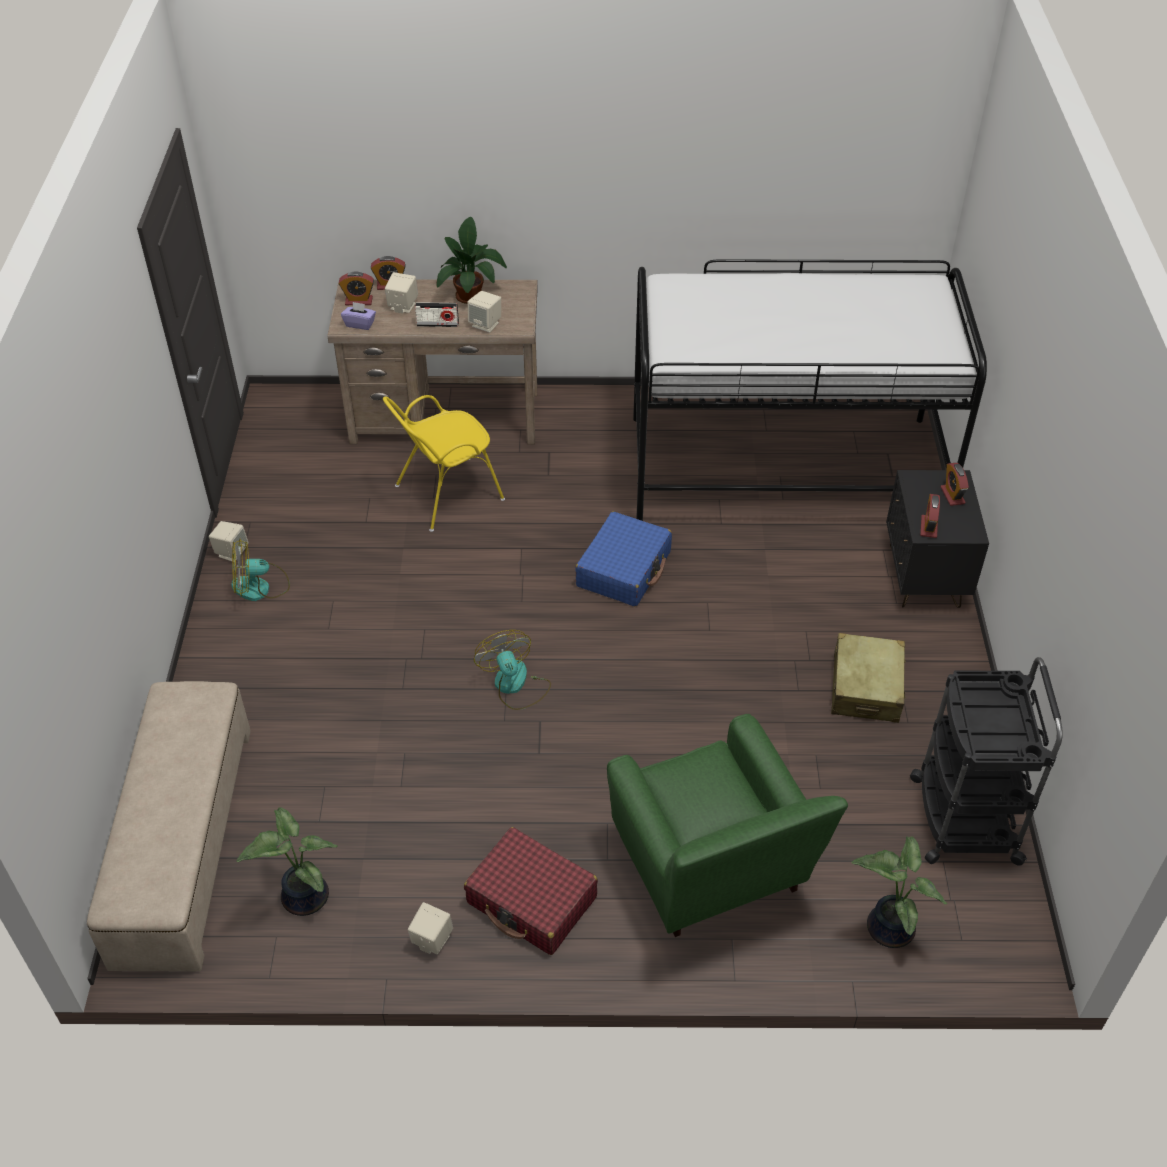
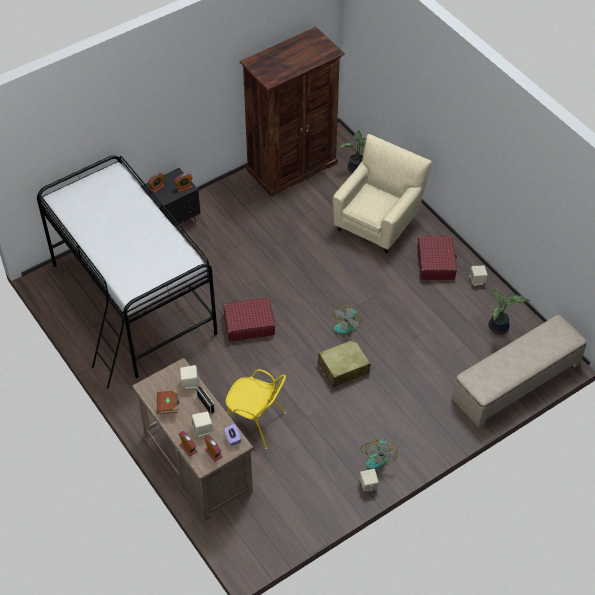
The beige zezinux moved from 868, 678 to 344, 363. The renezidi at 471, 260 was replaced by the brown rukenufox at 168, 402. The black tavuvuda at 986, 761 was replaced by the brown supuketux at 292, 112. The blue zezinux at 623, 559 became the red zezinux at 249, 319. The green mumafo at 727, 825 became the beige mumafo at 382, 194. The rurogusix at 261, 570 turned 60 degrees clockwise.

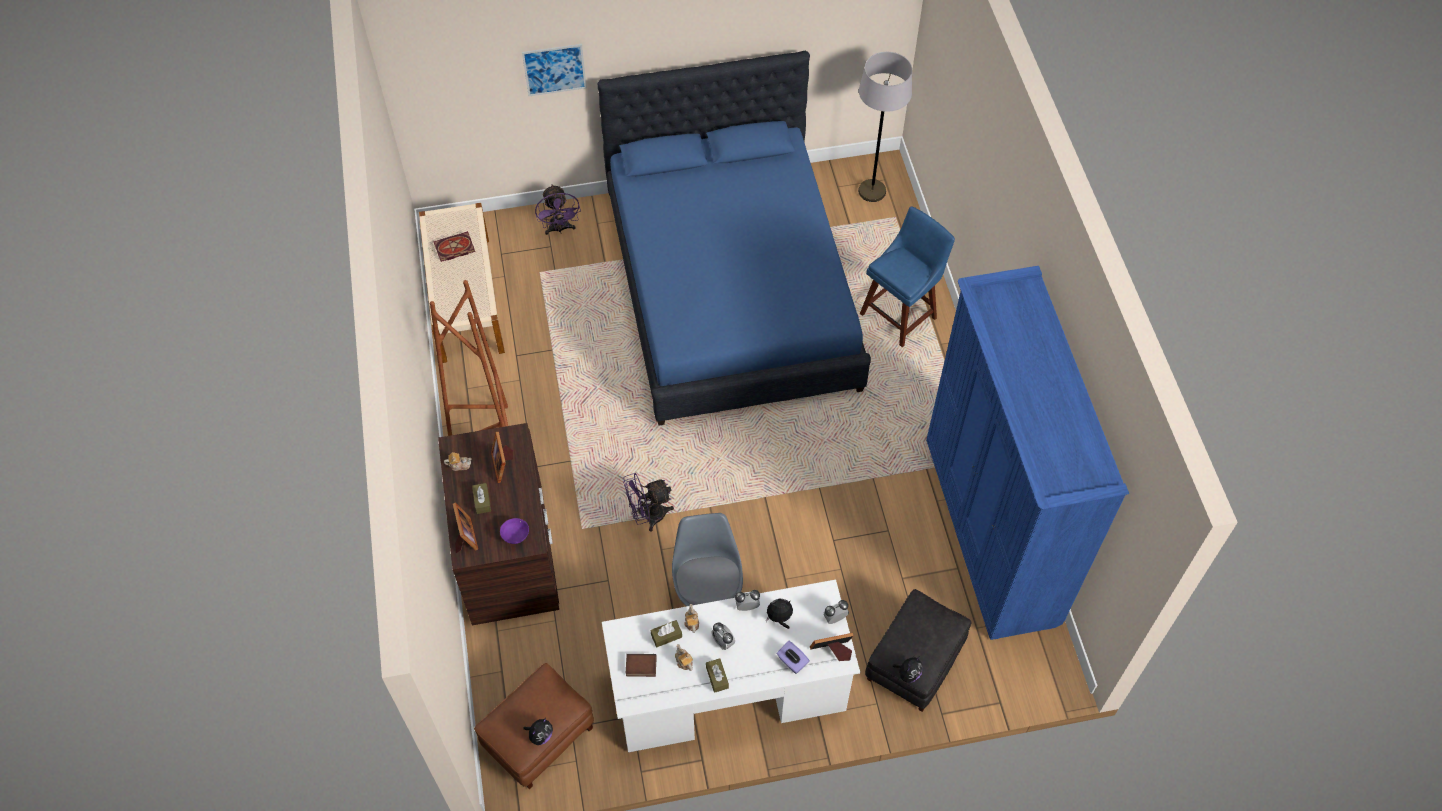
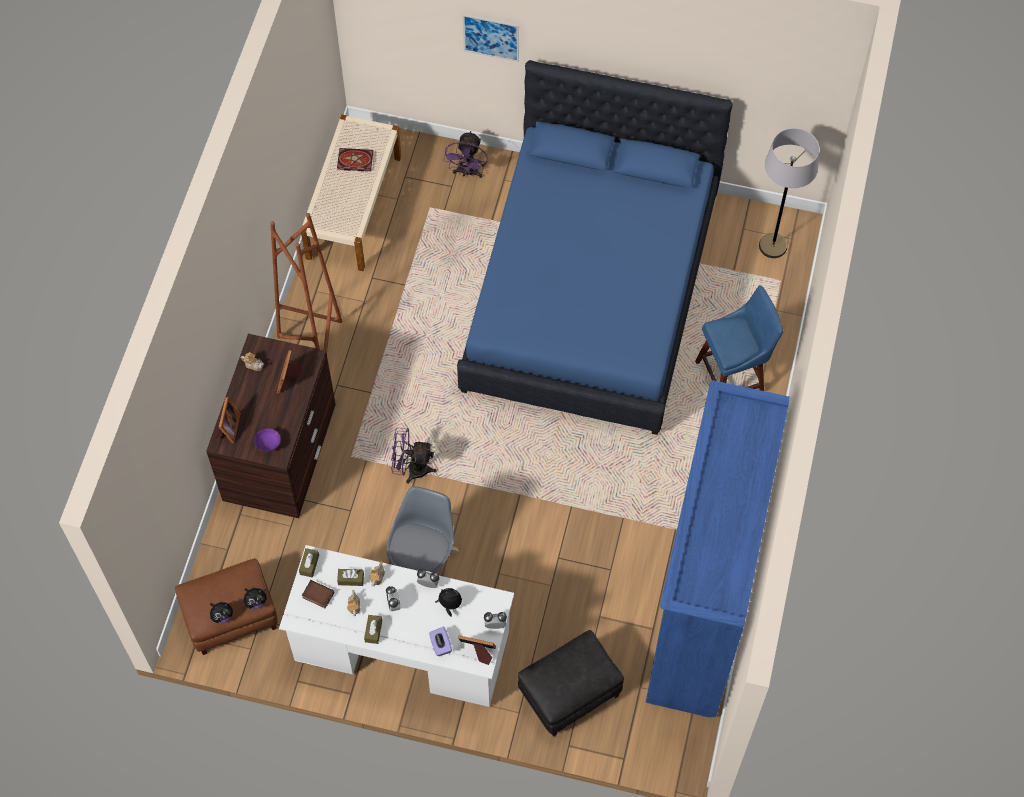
The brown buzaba moved from 481, 498 to 309, 562. The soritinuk moved from 908, 669 to 255, 598.

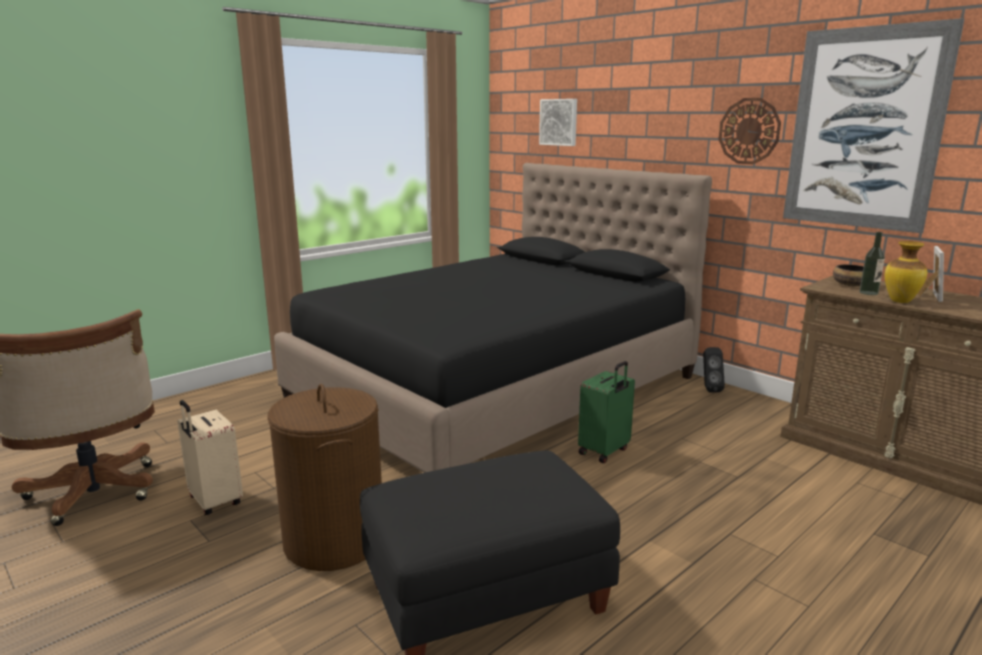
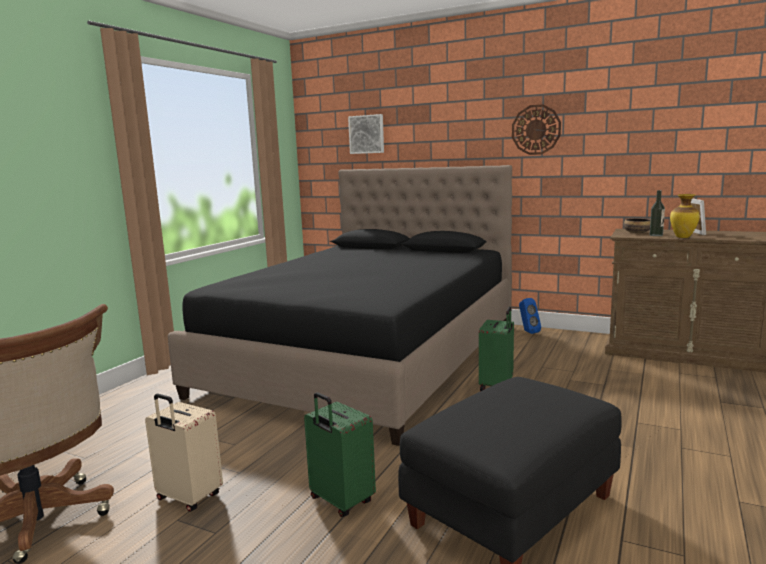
The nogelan at 874, 125 disappeared. The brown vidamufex at 325, 477 was replaced by the green zezinux at 340, 454. The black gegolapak at 714, 369 became the blue gegolapak at 530, 316.

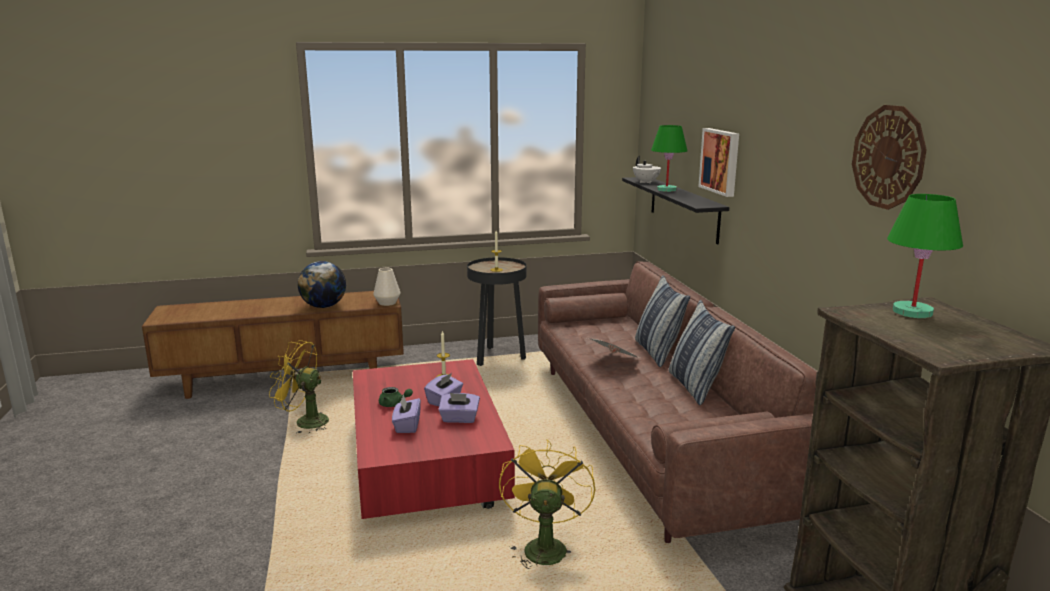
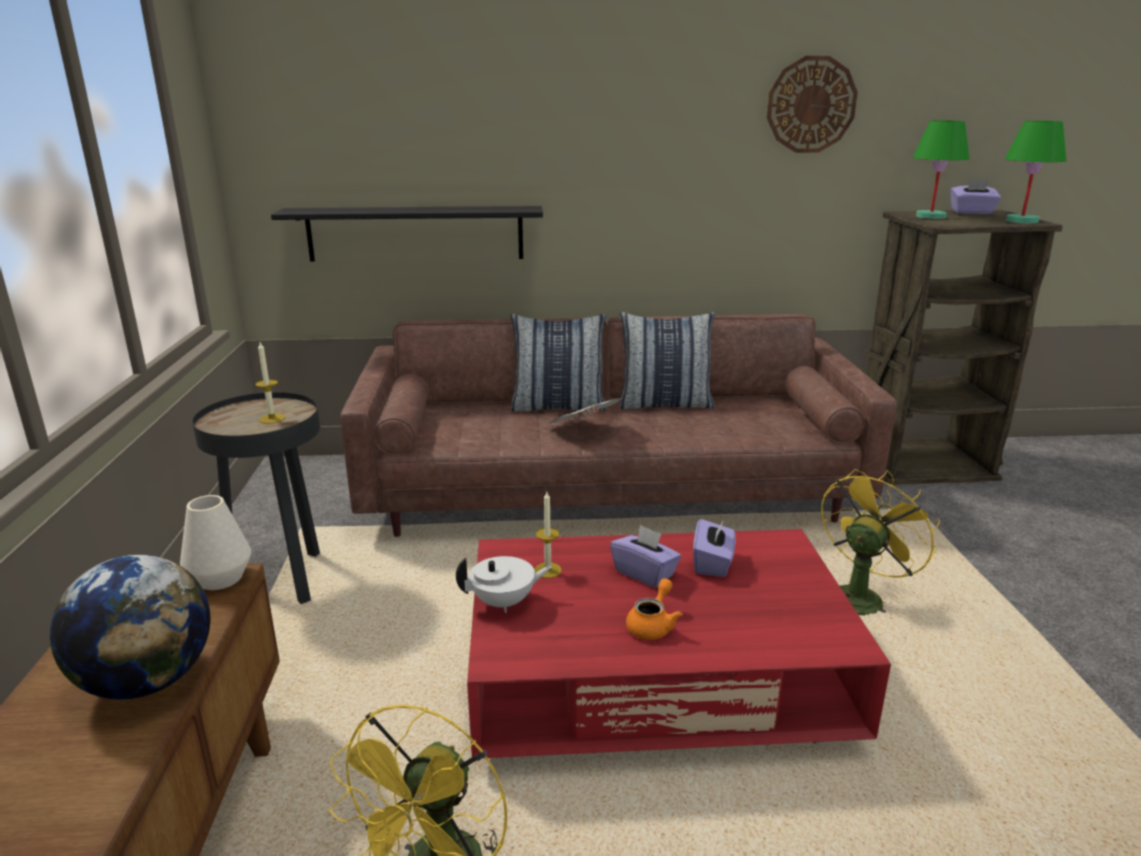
The nogelan at 718, 162 disappeared. The purple buzaba moved from 406, 413 to 975, 196. The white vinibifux moved from 647, 170 to 504, 584. The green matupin moved from 669, 158 to 1036, 172. The green vinibifux at 396, 397 became the orange vinibifux at 654, 609. The yellow rurogusix at 547, 504 turned 120 degrees clockwise.

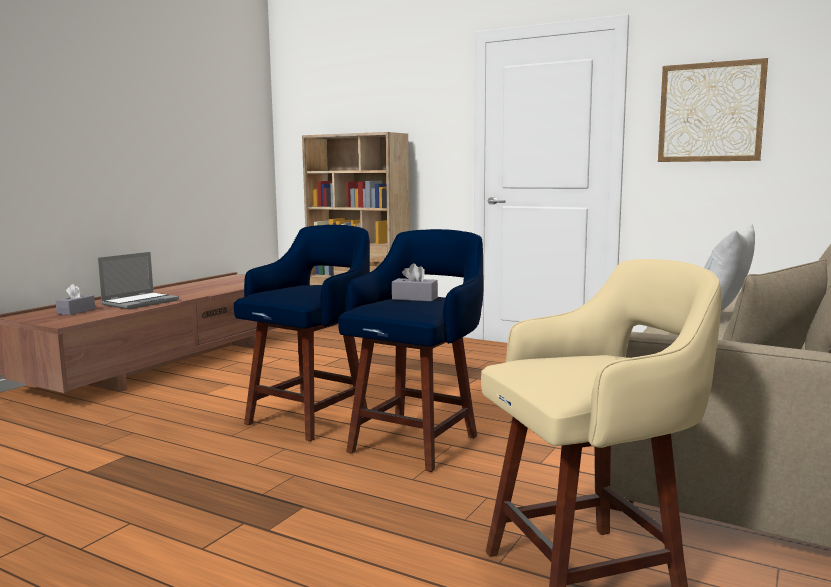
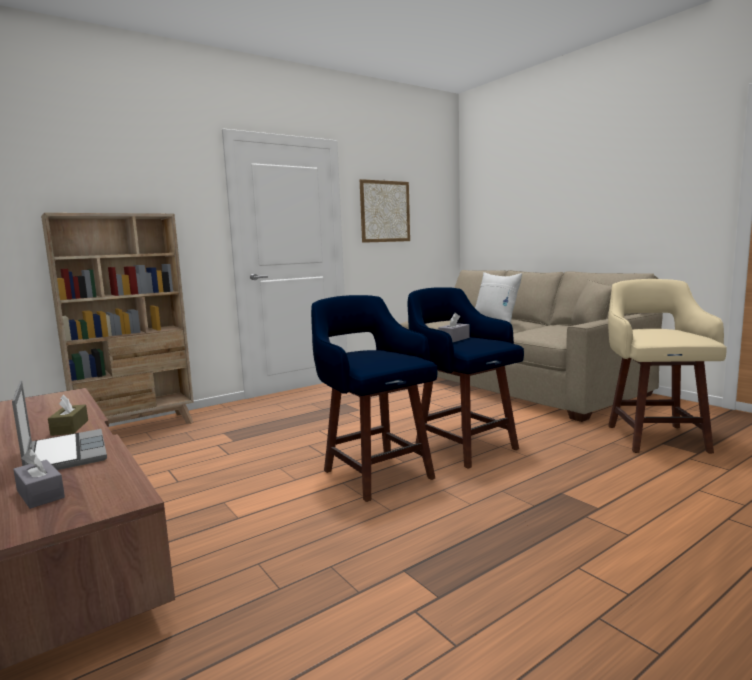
The brown buzaba at 68, 415 appeared.

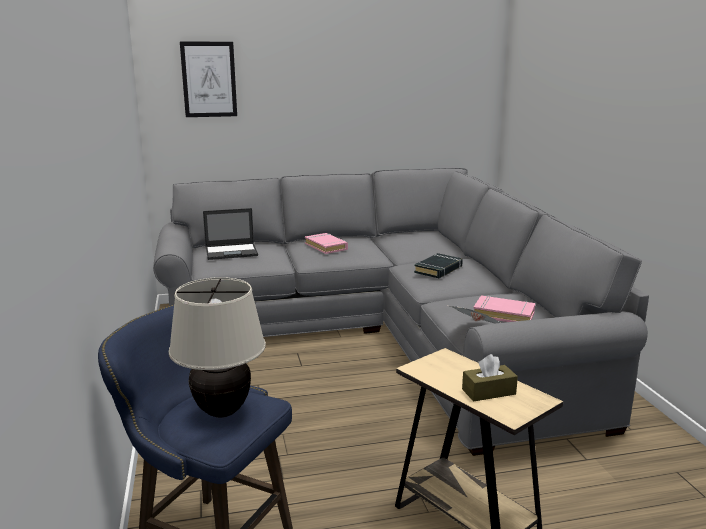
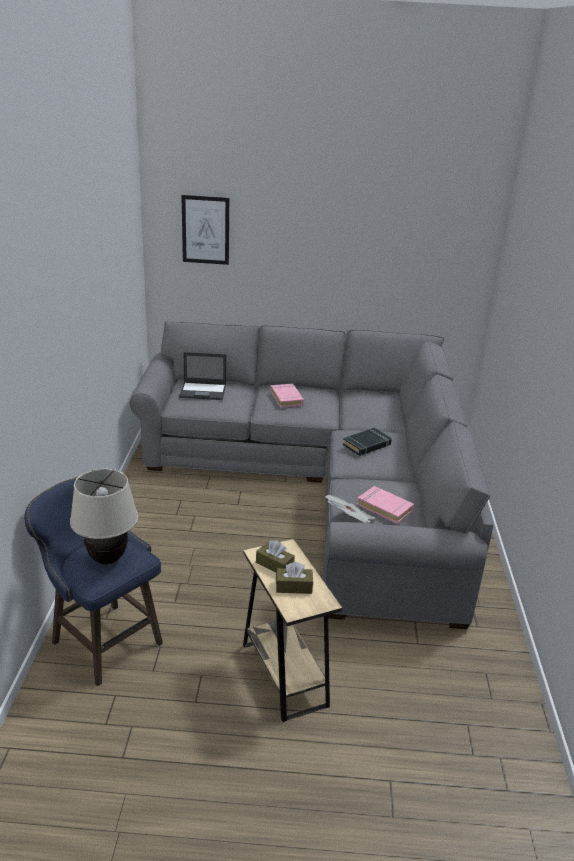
The brown buzaba at 275, 557 appeared.

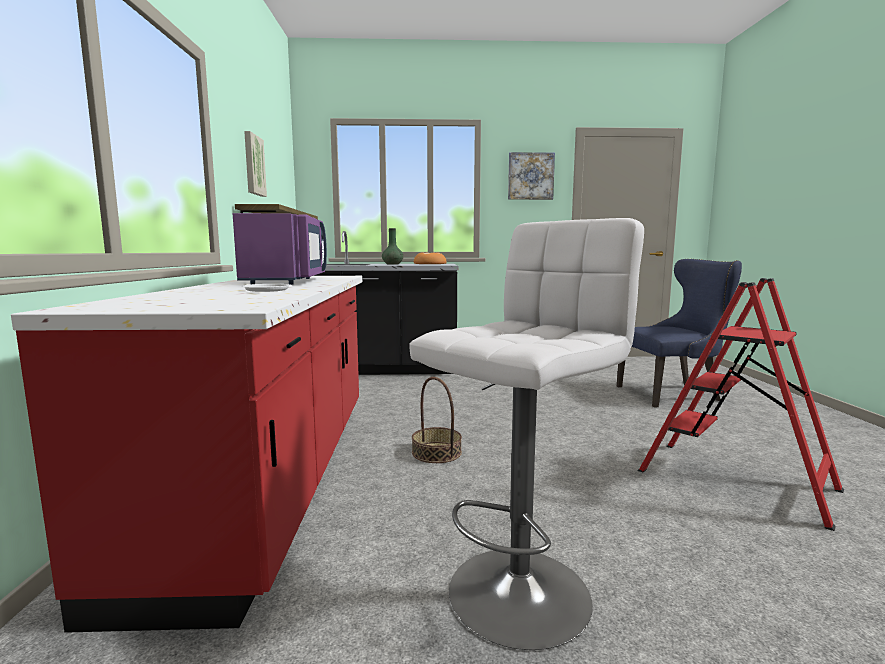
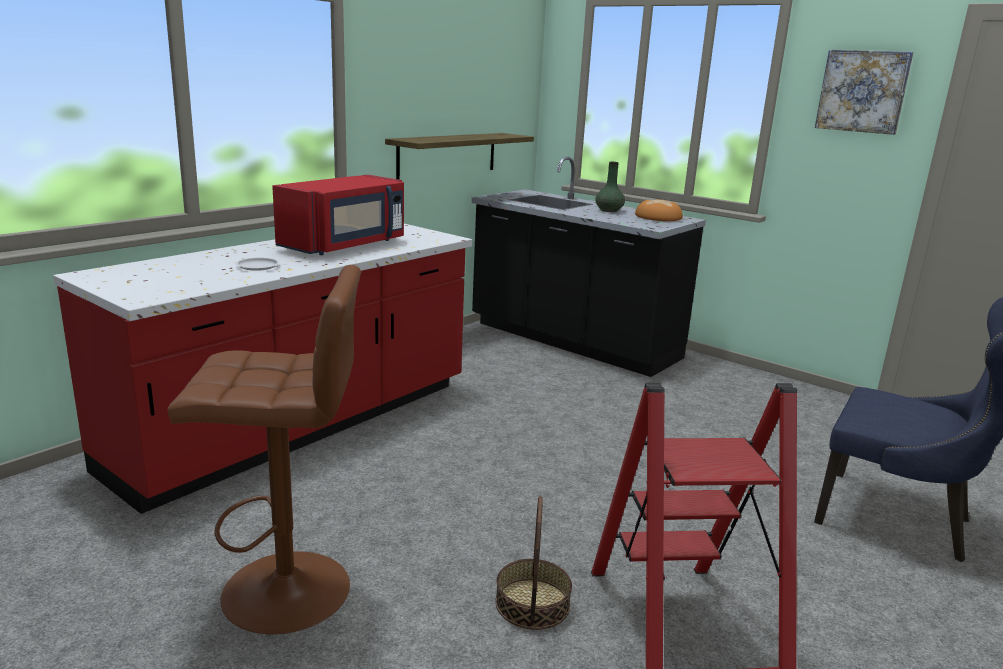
The nogelan at 255, 164 disappeared. The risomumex moved from 437, 420 to 533, 563. The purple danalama at 280, 249 became the red danalama at 338, 215. The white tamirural at 526, 434 became the brown tamirural at 264, 449.

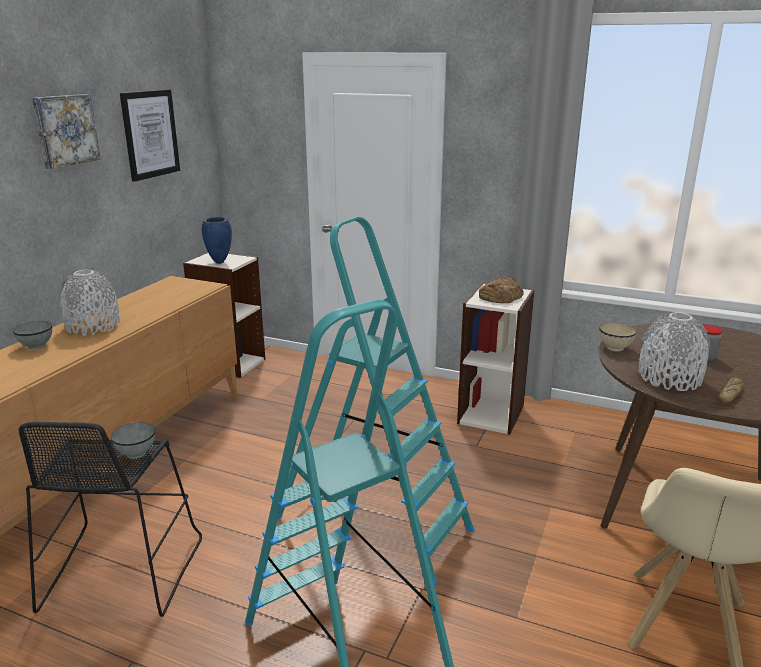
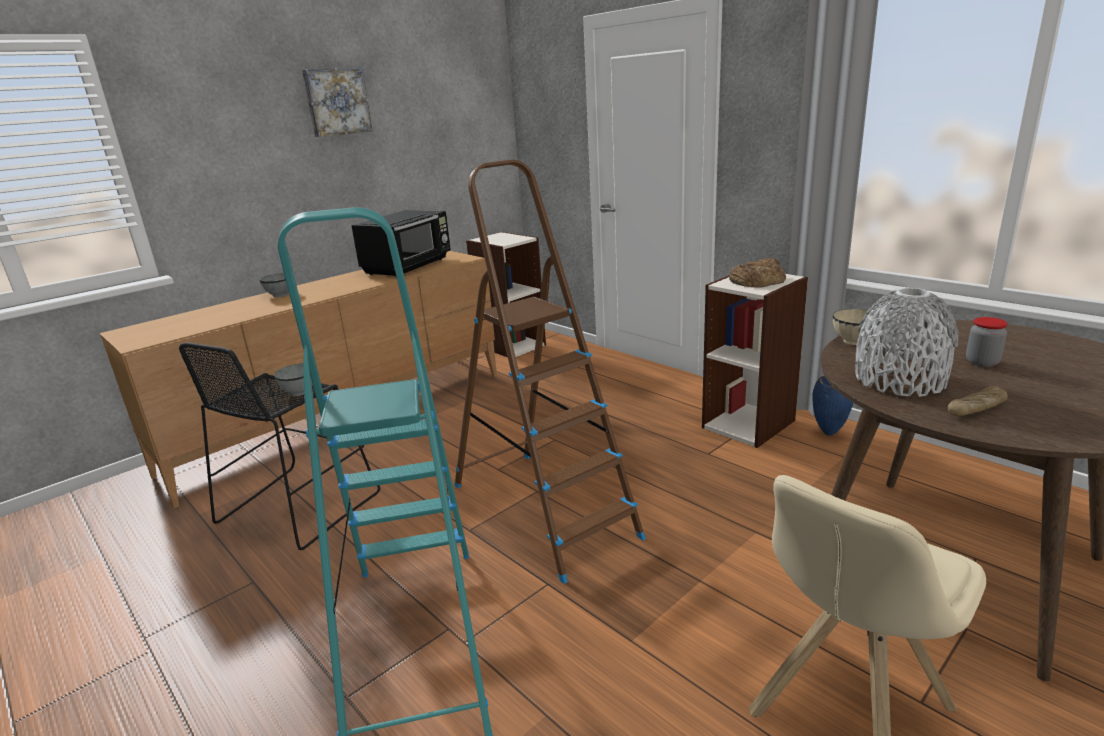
The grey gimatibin at 90, 303 disappeared. The nogelan at 150, 136 disappeared. The black danalama at 401, 243 appeared. The blue gimatibin moved from 217, 240 to 832, 406. The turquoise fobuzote at 376, 401 became the brown fobuzote at 550, 372.

